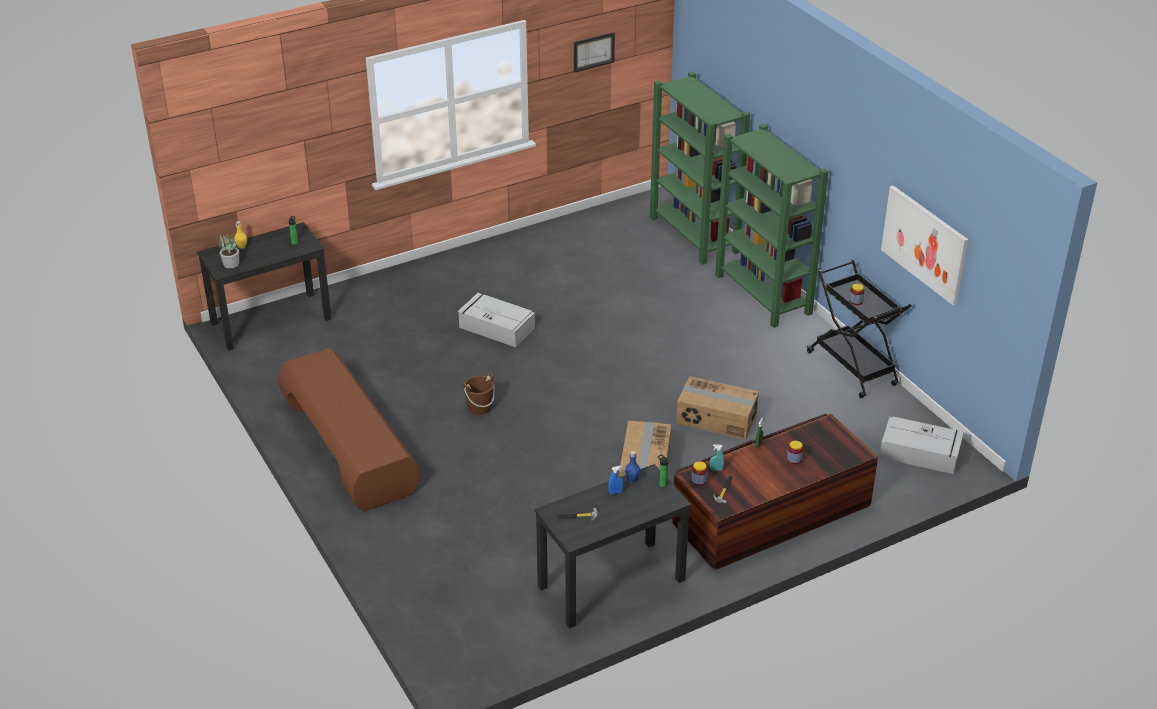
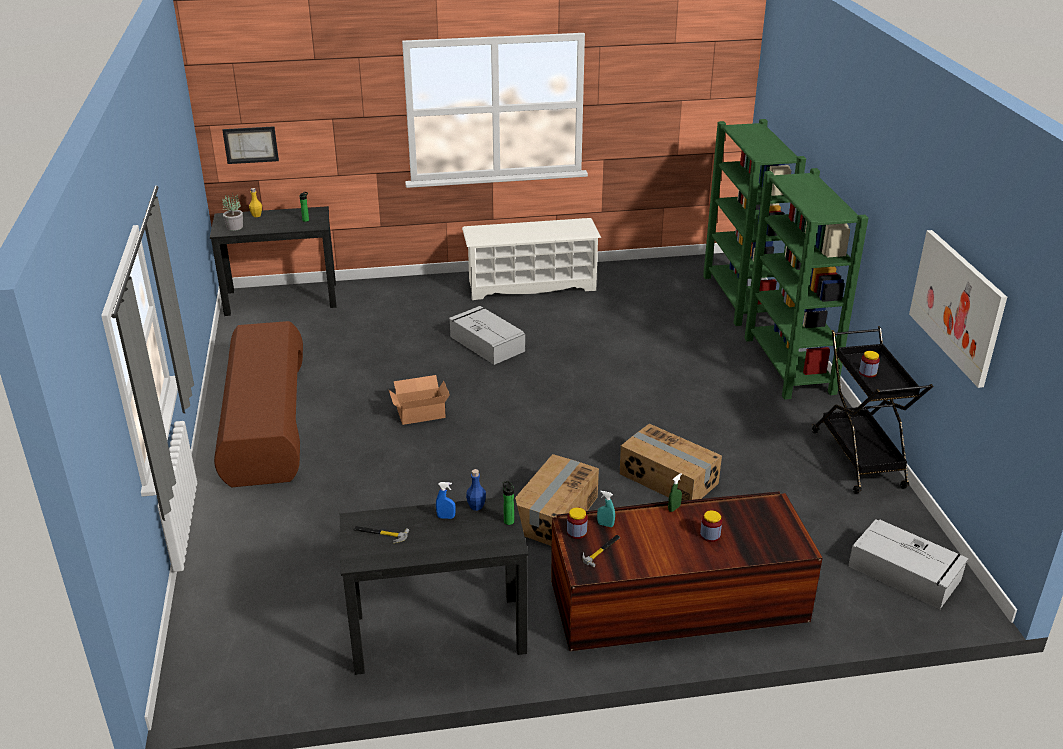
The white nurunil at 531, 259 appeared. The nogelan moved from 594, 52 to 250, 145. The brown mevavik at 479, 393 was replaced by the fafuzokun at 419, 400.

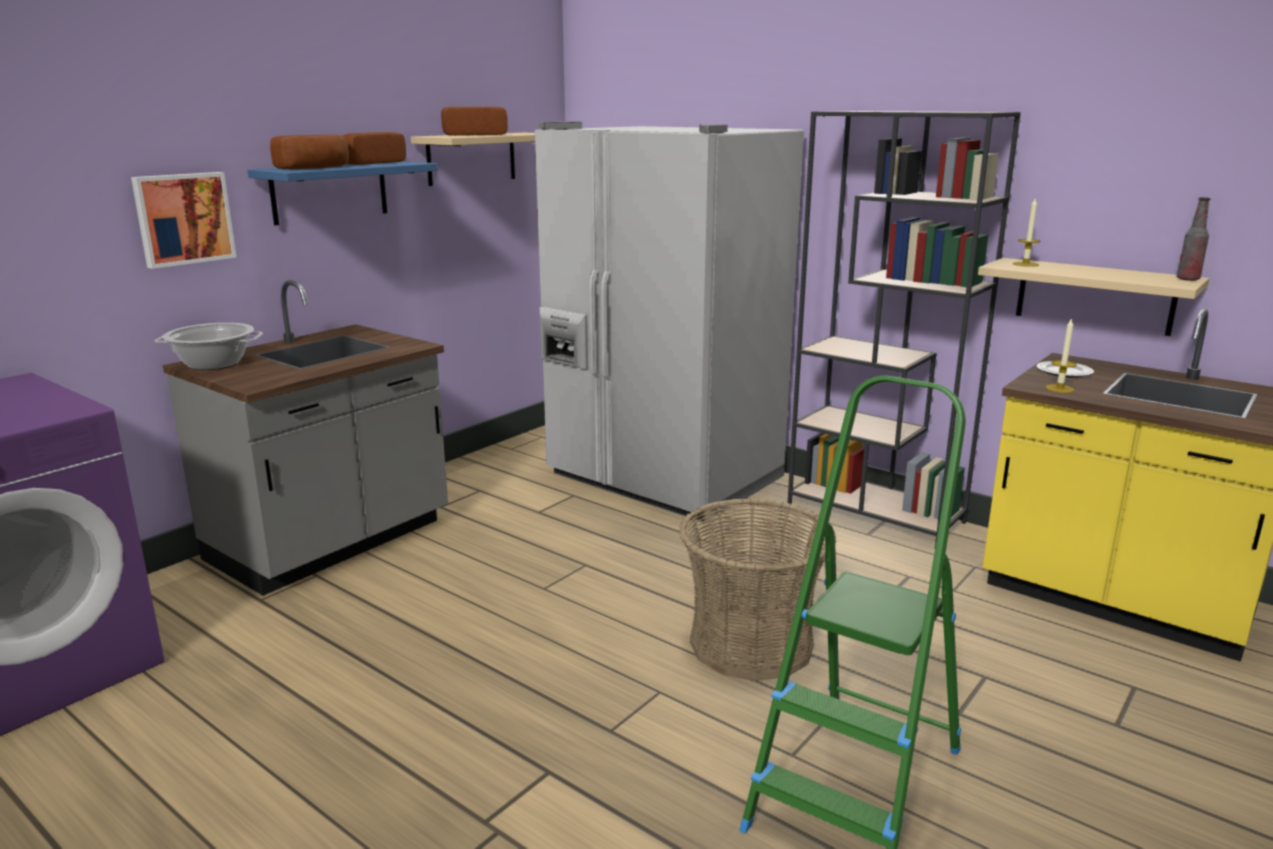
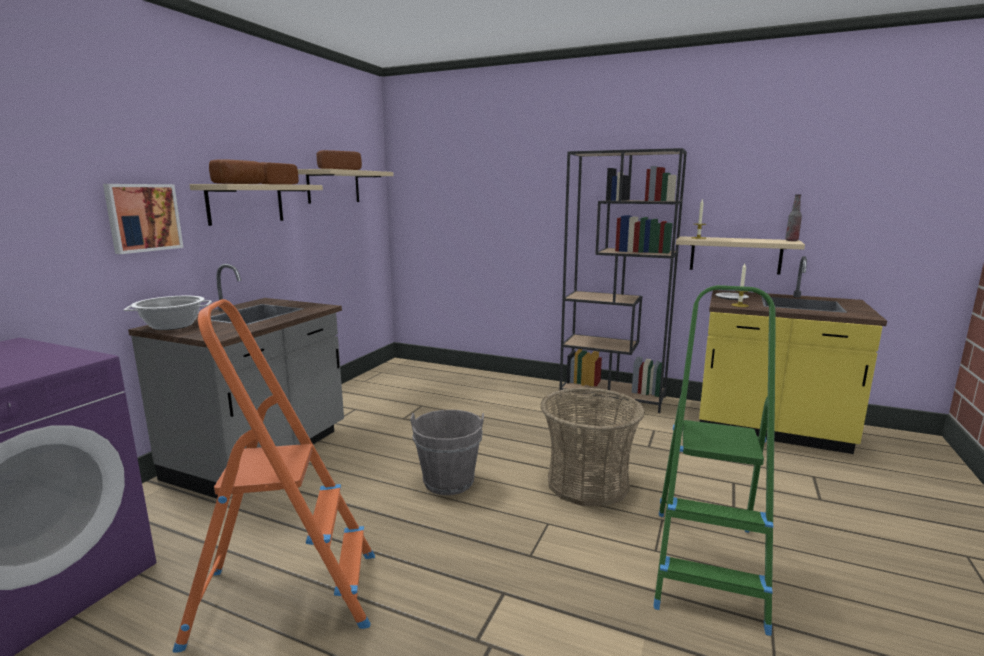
The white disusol at 669, 322 disappeared. The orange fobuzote at 274, 476 appeared. The grey mevavik at 447, 452 appeared. The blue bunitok at 342, 193 became the beige bunitok at 256, 205.

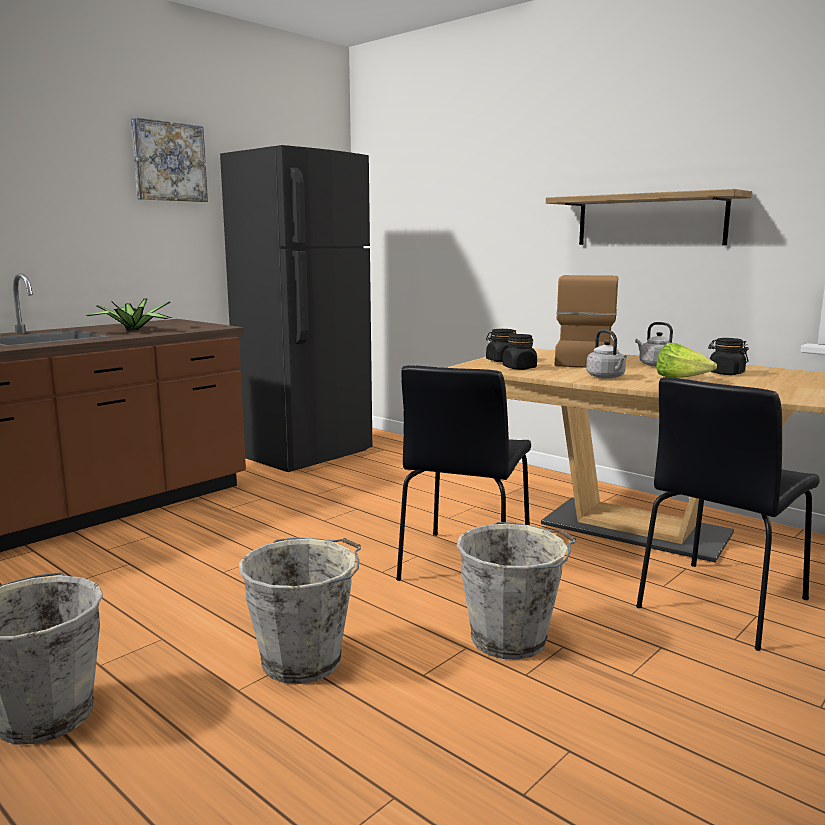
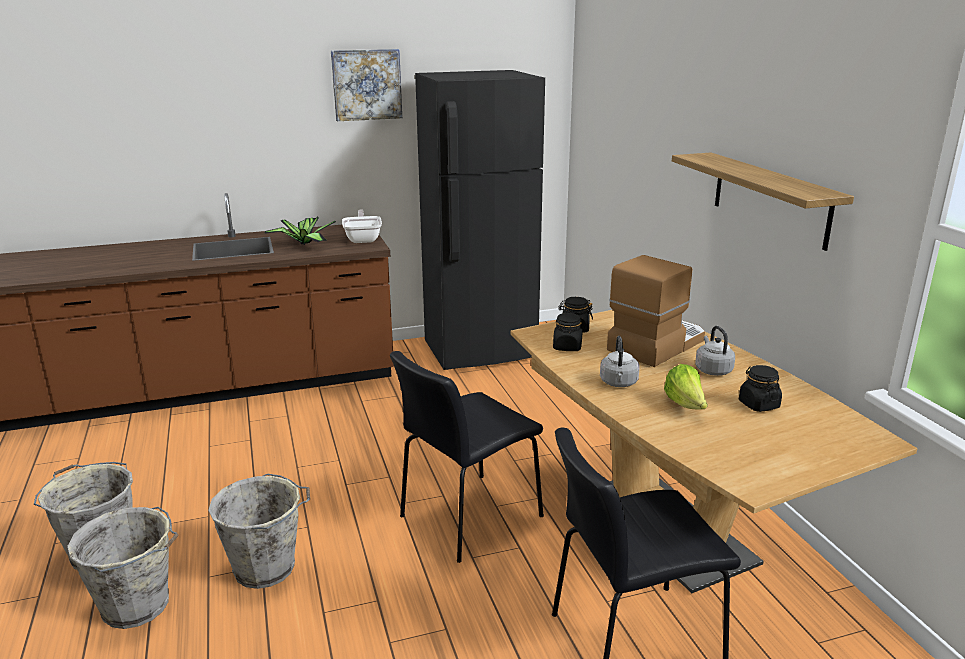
The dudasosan at 362, 226 appeared. The grey mevavik moved from 516, 591 to 123, 568.

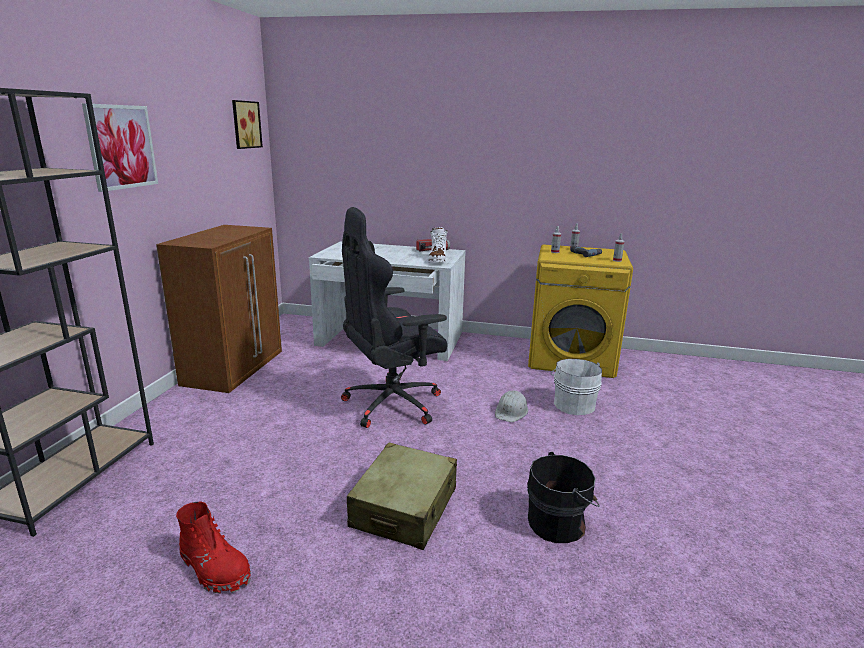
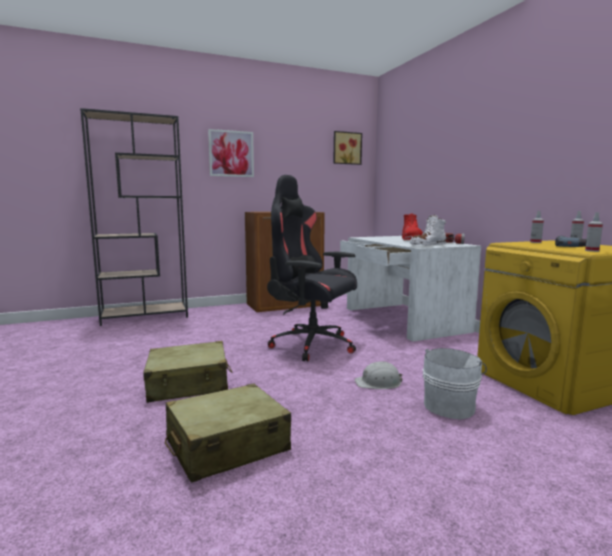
The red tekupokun moved from 213, 548 to 412, 227. The black mevavik at 563, 497 was replaced by the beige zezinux at 228, 433.

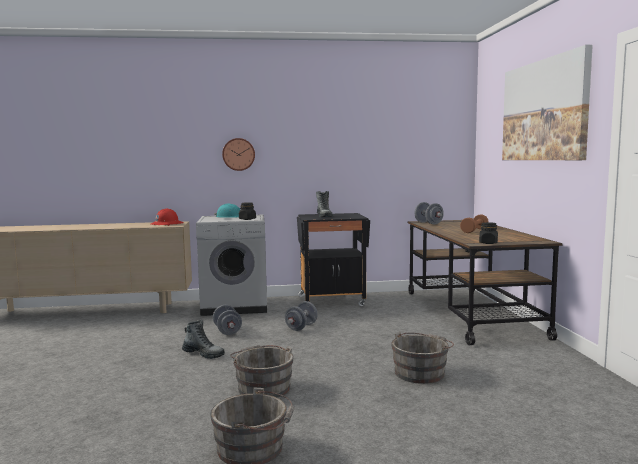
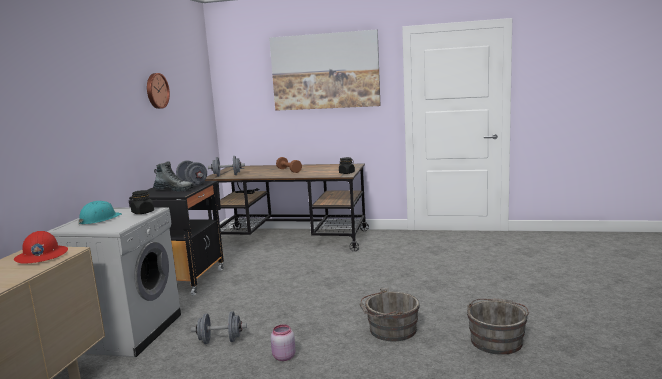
The grey mevavik at 422, 358 disappeared. The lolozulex moved from 238, 154 to 158, 91. The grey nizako moved from 301, 316 to 191, 172. The tekupokun at 203, 339 was replaced by the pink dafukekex at 283, 342.

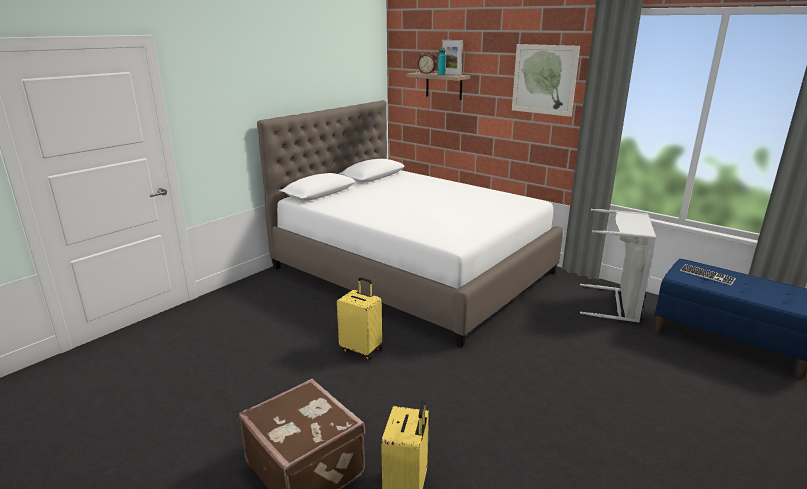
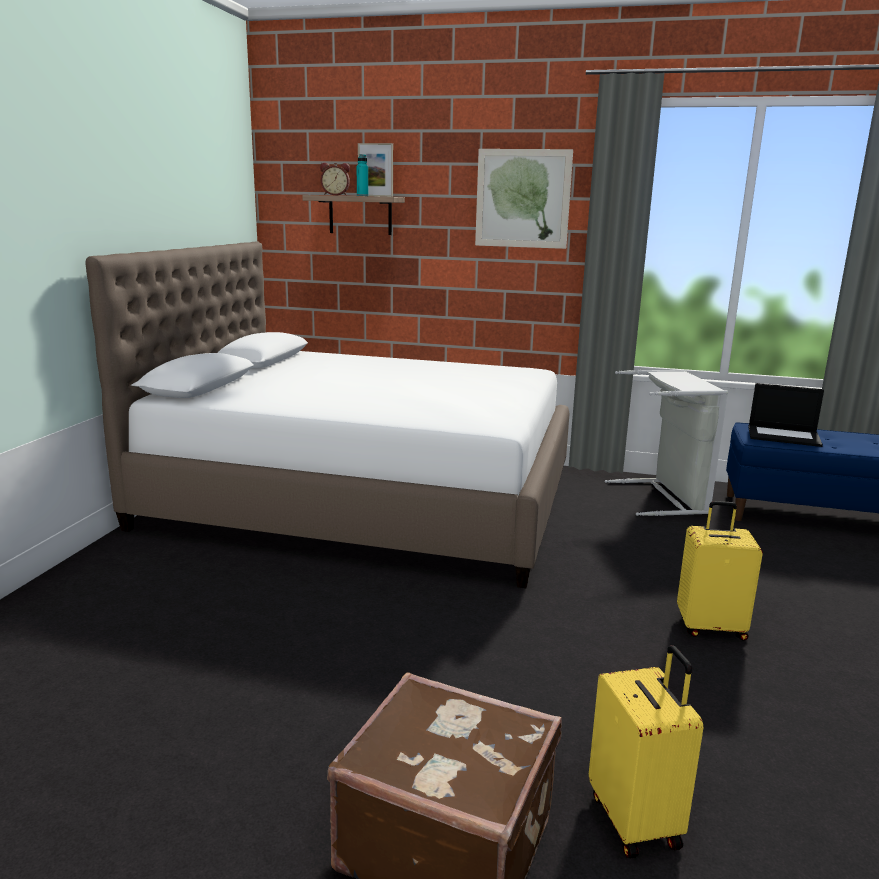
The yellow zezinux moved from 359, 318 to 720, 571. The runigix at 708, 274 was replaced by the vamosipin at 786, 415.

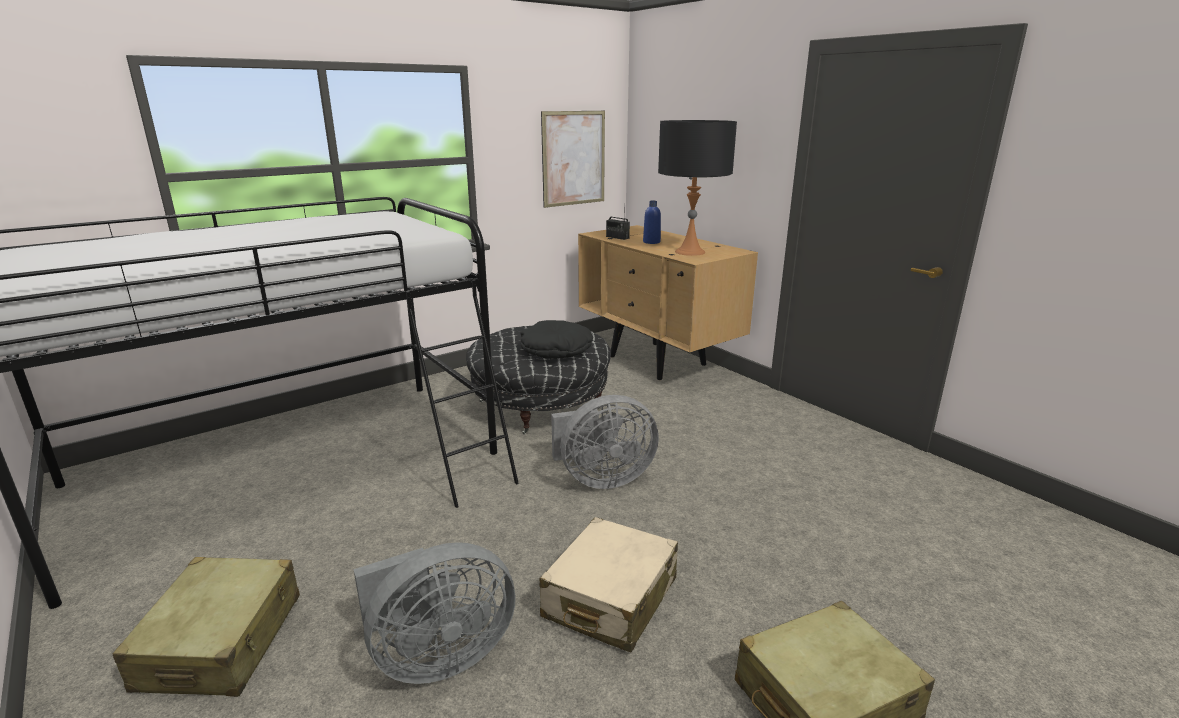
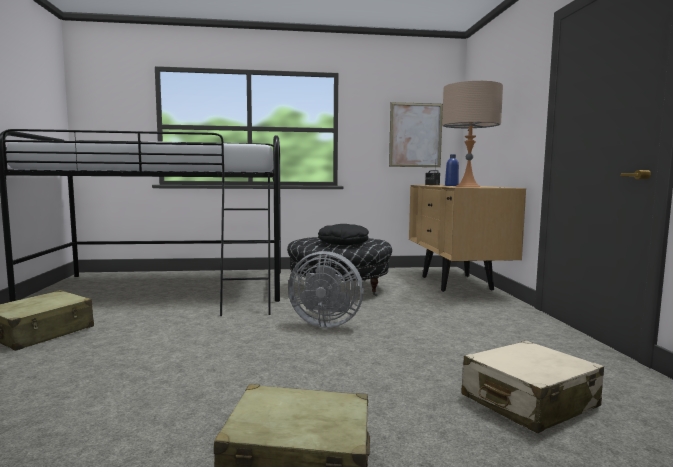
The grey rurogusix at 434, 613 disappeared. The beige zezinux moved from 608, 585 to 533, 387. The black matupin at 697, 188 became the beige matupin at 472, 134.

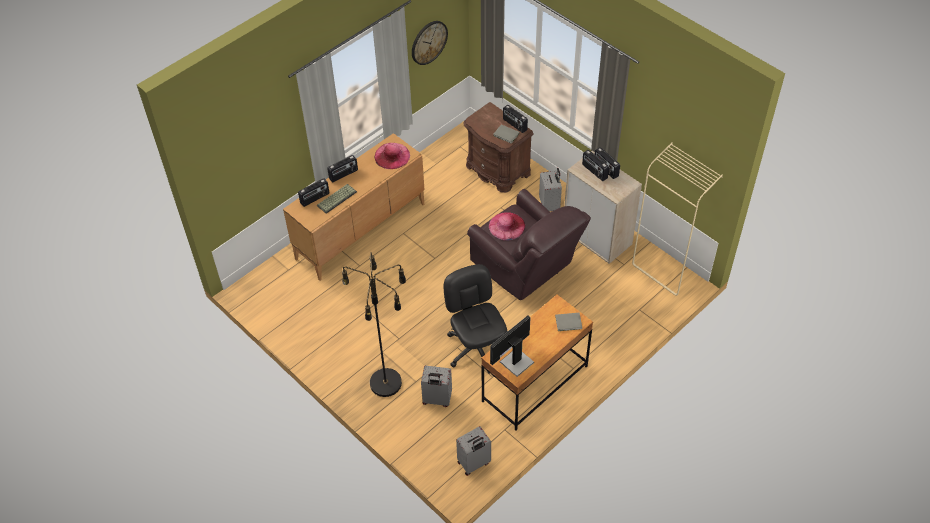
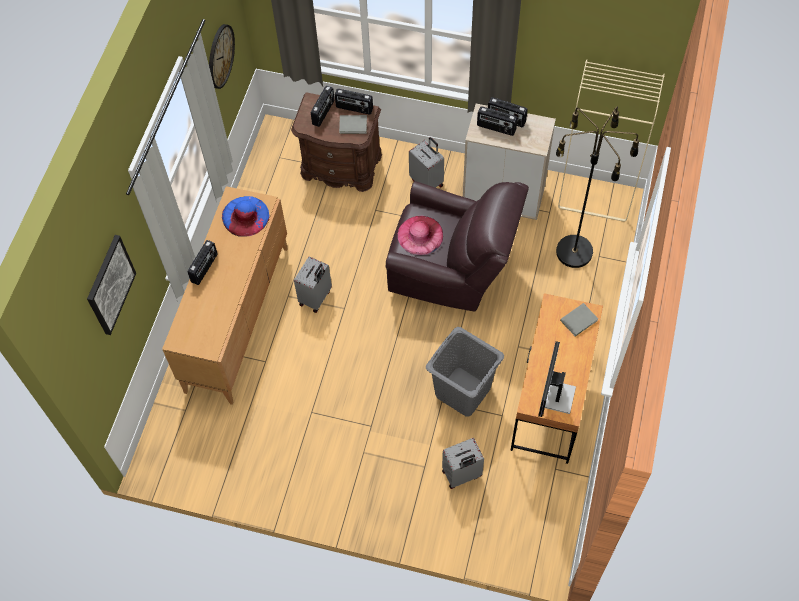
The runigix at 337, 199 disappeared. The nogelan at 111, 285 appeared. The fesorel moved from 313, 192 to 322, 106. The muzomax moved from 374, 324 to 597, 187. The grey zezinux moved from 473, 451 to 313, 284. The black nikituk at 475, 319 was replaced by the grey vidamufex at 465, 372. The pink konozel at 392, 156 became the blue konozel at 245, 216.

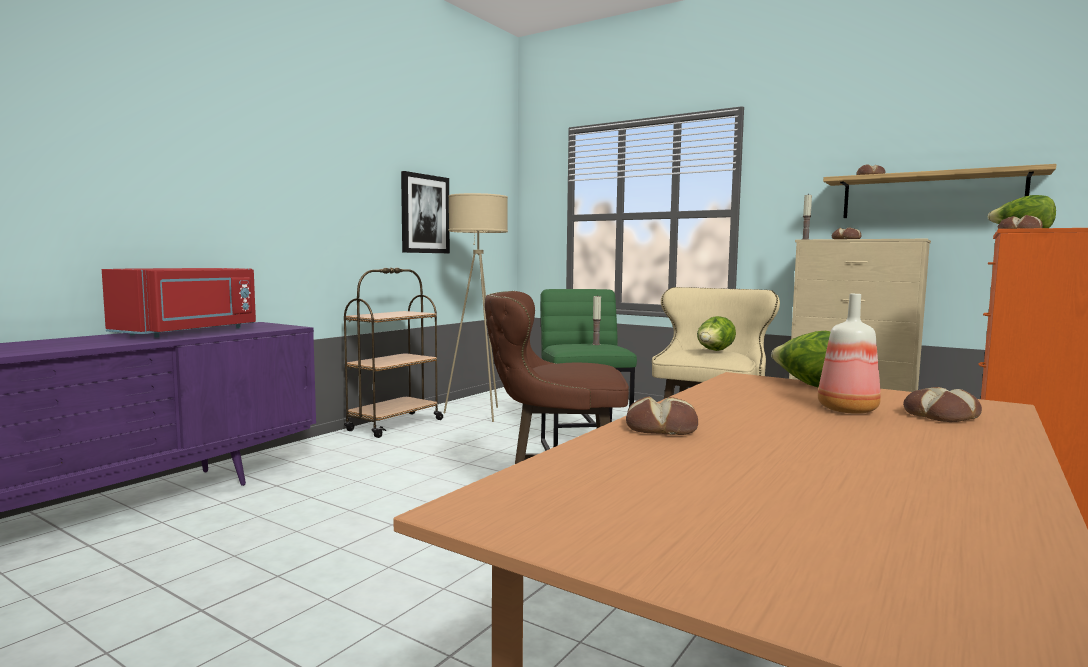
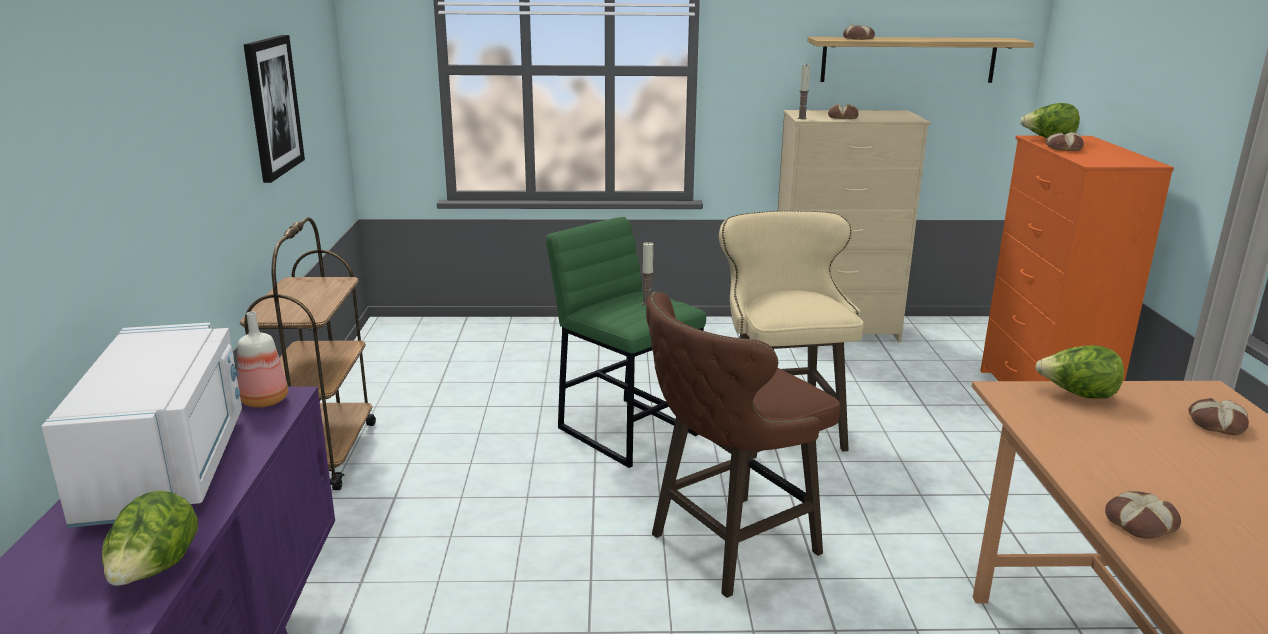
The beige muzomax at 476, 307 disappeared. The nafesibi moved from 716, 333 to 150, 538. The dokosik moved from 849, 354 to 263, 359. The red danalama at 179, 303 became the white danalama at 141, 425.

